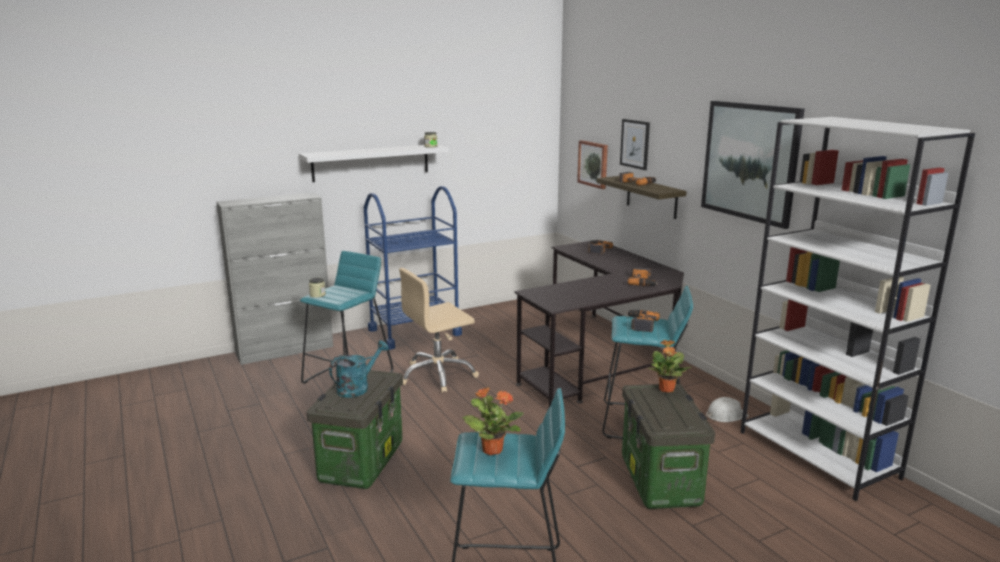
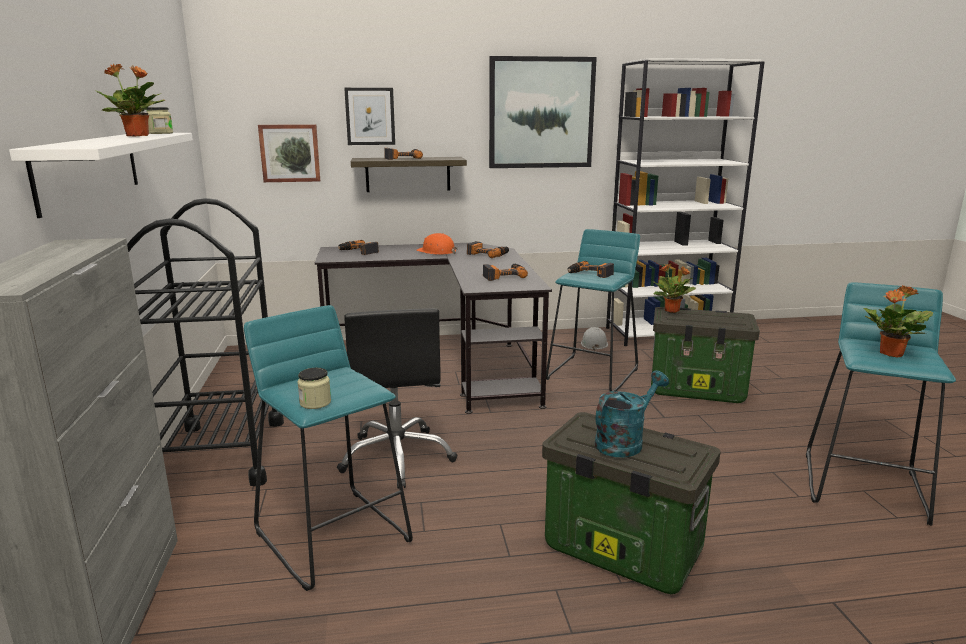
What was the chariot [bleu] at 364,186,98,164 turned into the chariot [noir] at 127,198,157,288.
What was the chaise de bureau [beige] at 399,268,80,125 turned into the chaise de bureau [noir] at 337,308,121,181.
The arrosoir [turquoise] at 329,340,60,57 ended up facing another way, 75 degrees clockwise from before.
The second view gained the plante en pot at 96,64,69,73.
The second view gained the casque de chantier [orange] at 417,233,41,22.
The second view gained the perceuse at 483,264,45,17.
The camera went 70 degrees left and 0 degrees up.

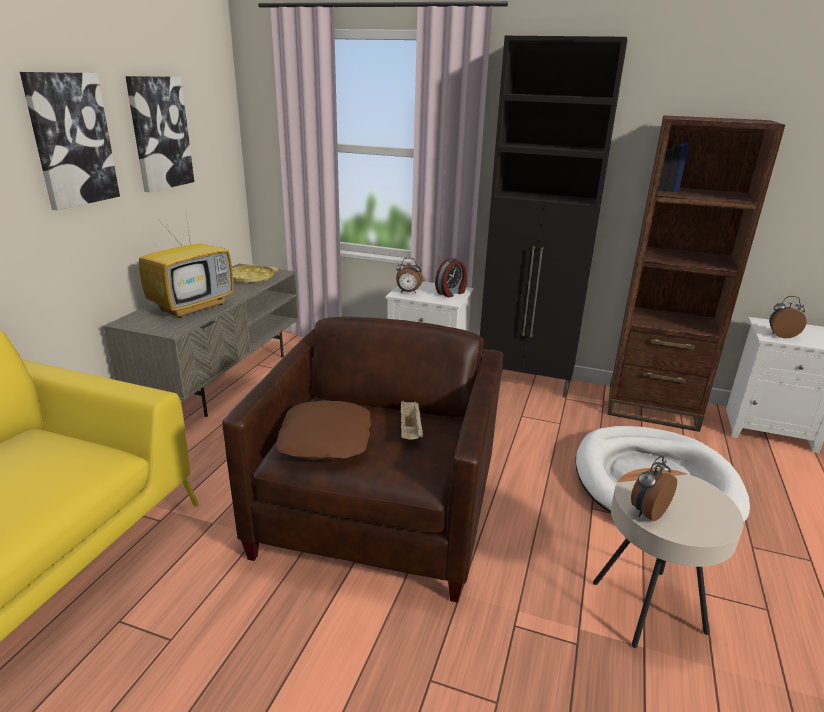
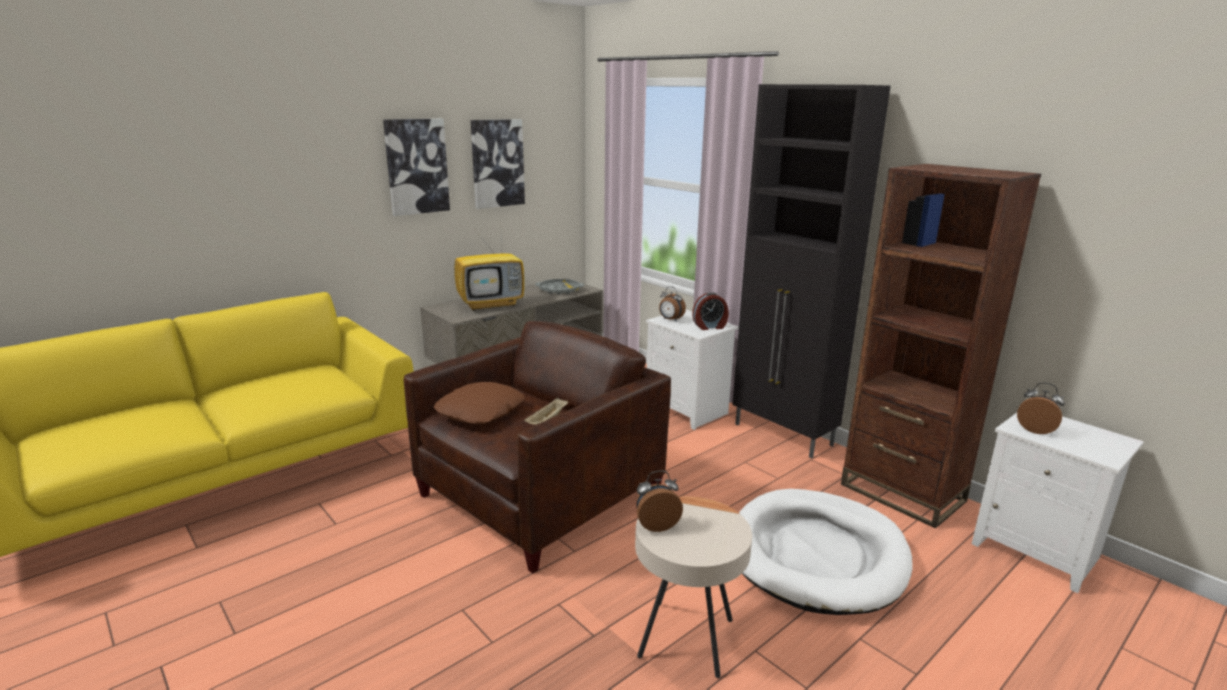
What was the plateau [jaune] at 232,265,46,19 turned into the plateau [gris] at 535,279,49,16.
The camera went 30 degrees right and 5 degrees down.

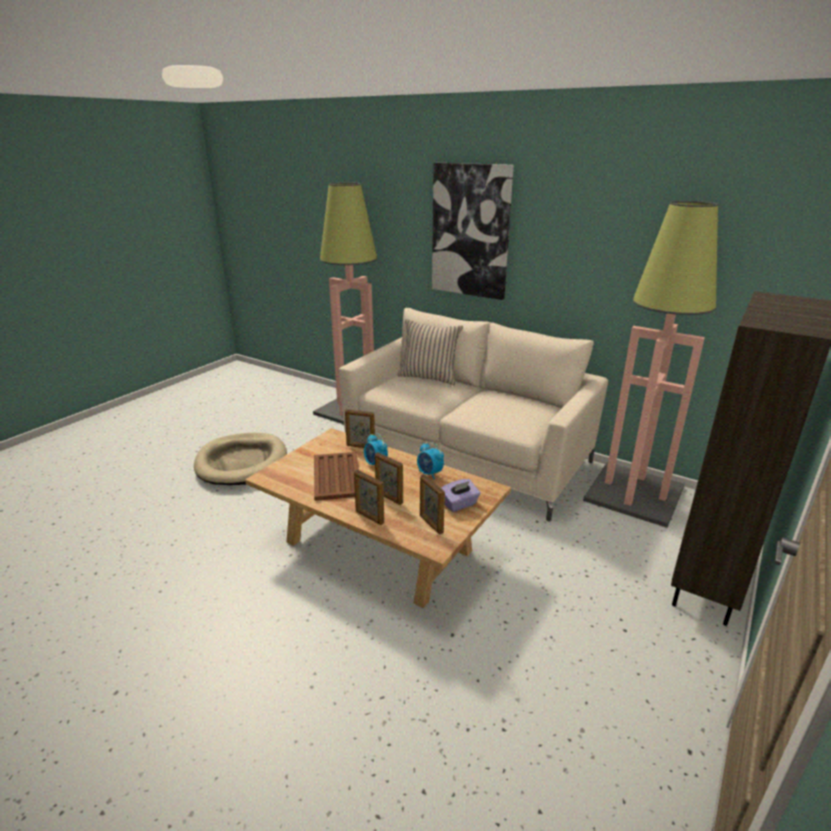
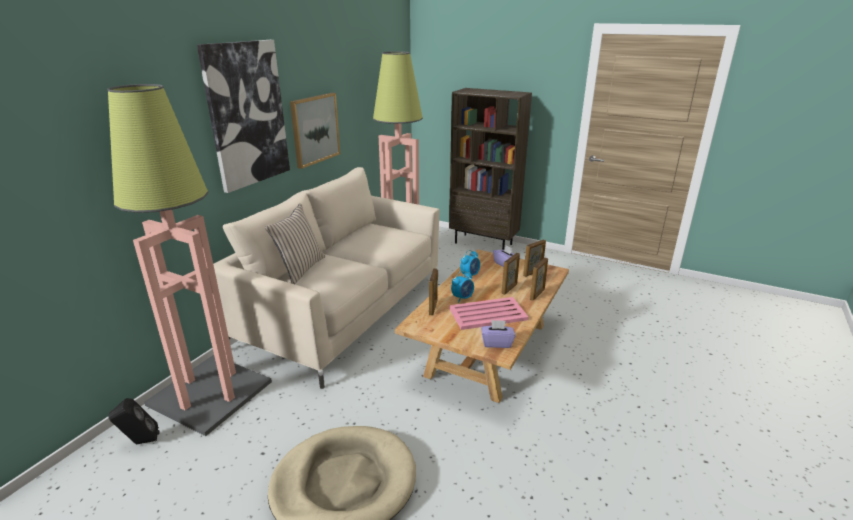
What was the plateau [marron] at 314,452,45,49 turned into the plateau [rose] at 449,297,80,33.
The second view gained the tableau at 290,93,50,76.
The second view gained the boîte à mouchoirs [violet] at 481,320,34,28.
The second view gained the enceinte [noir] at 108,398,52,46.
The camera went 95 degrees left and 0 degrees up.

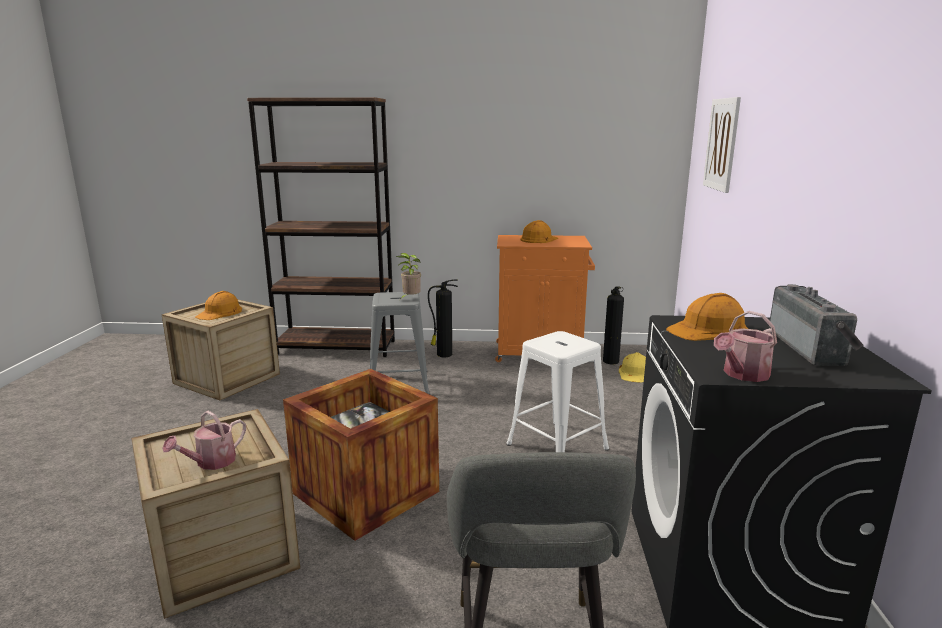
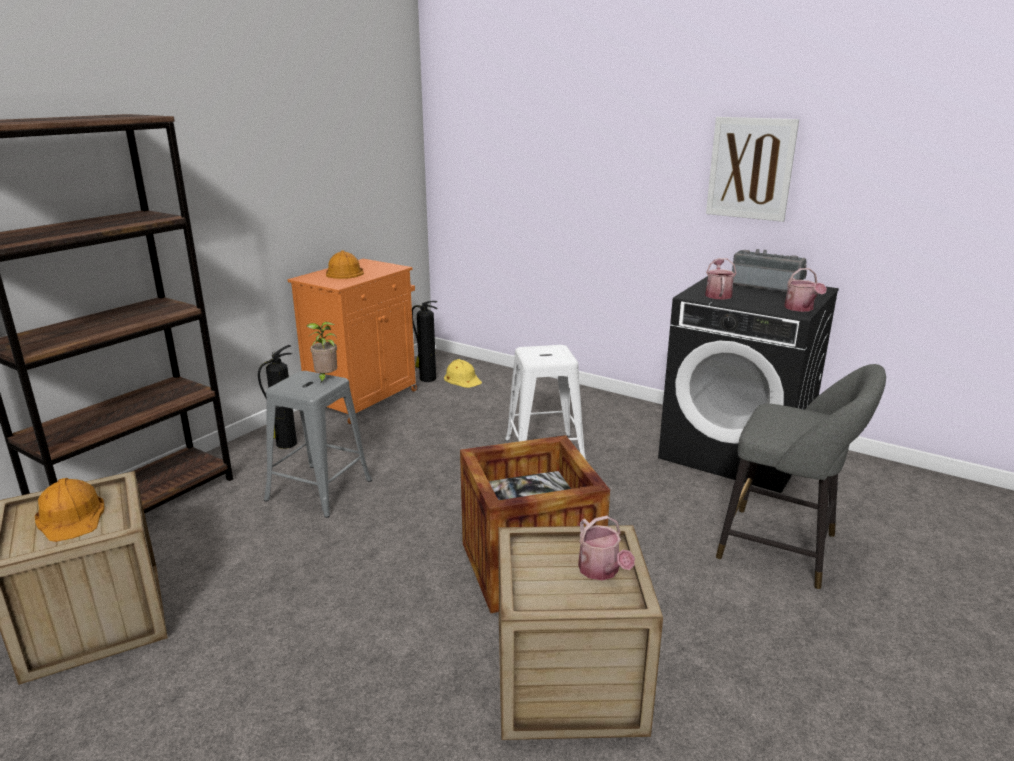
The tableau ended up elsewhere, having gone from 703,97,38,96 to 706,117,93,105.
Where the casque de chantier [orange] stood at 666,293,82,48, the arrosoir came to stand at 705,258,31,42.
The camera went 60 degrees left and 5 degrees up.

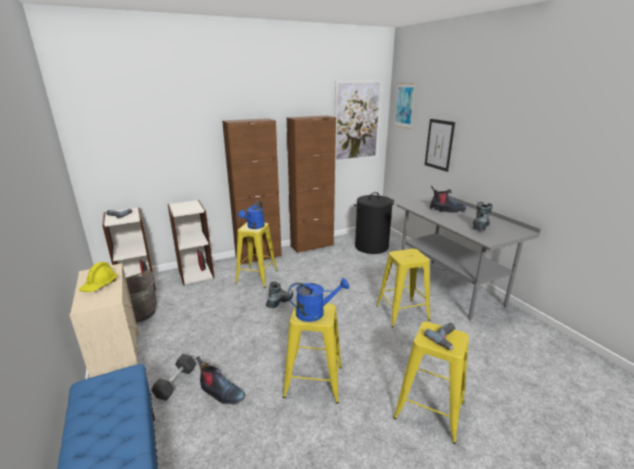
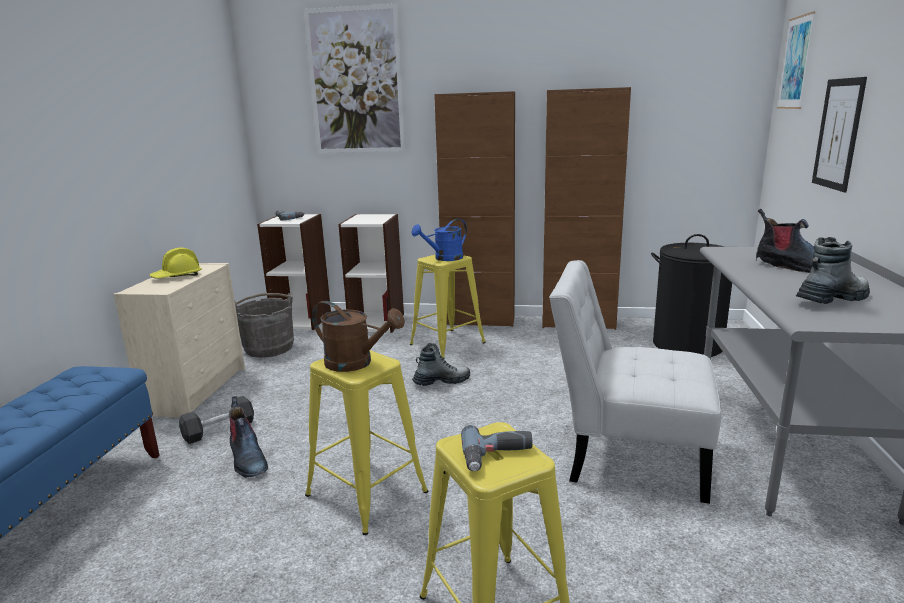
The tableau ended up elsewhere, having gone from 335,80,47,82 to 303,4,102,149.
Where the tabouret [jaune] stood at 376,249,55,78, the chaise [blanc] came to stand at 549,260,172,244.
What was the arrosoir [bleu] at 288,278,61,44 turned into the arrosoir [marron] at 312,301,93,71.
The camera went 35 degrees right and 5 degrees down.

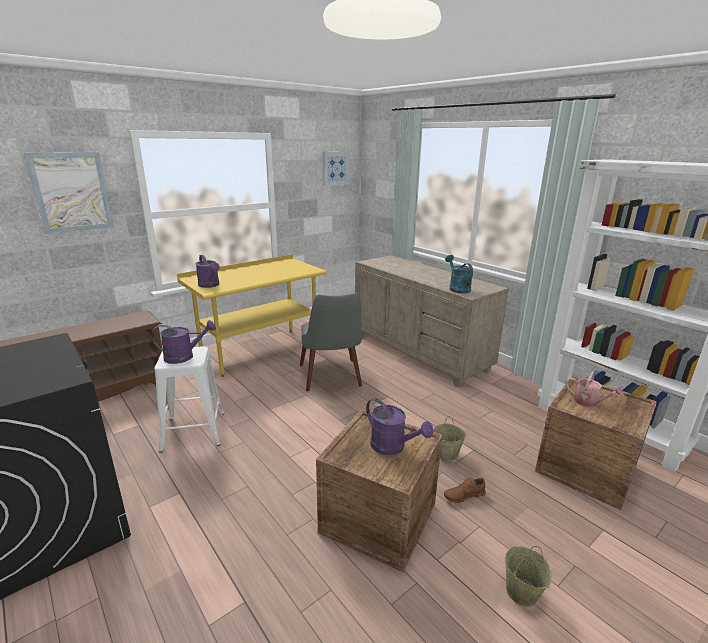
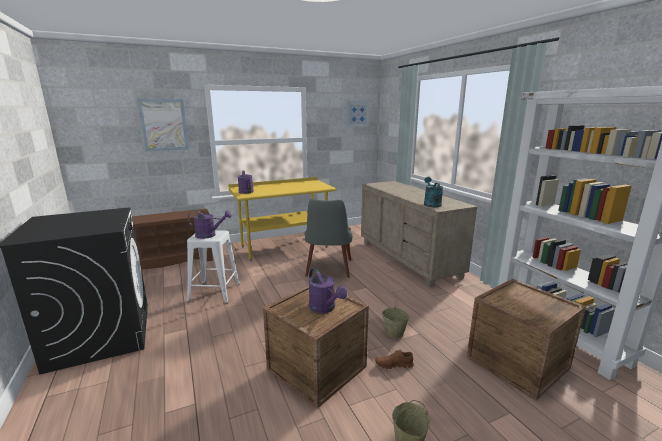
The second view lost the arrosoir at 565,371,58,36.
The camera went 15 degrees right and 5 degrees down.

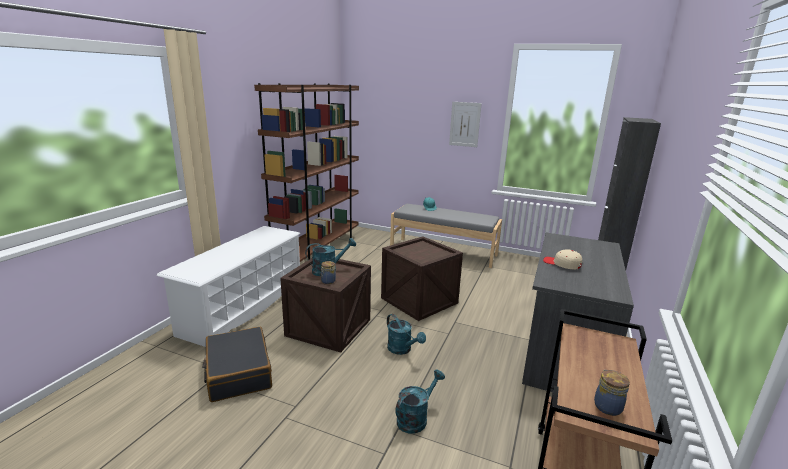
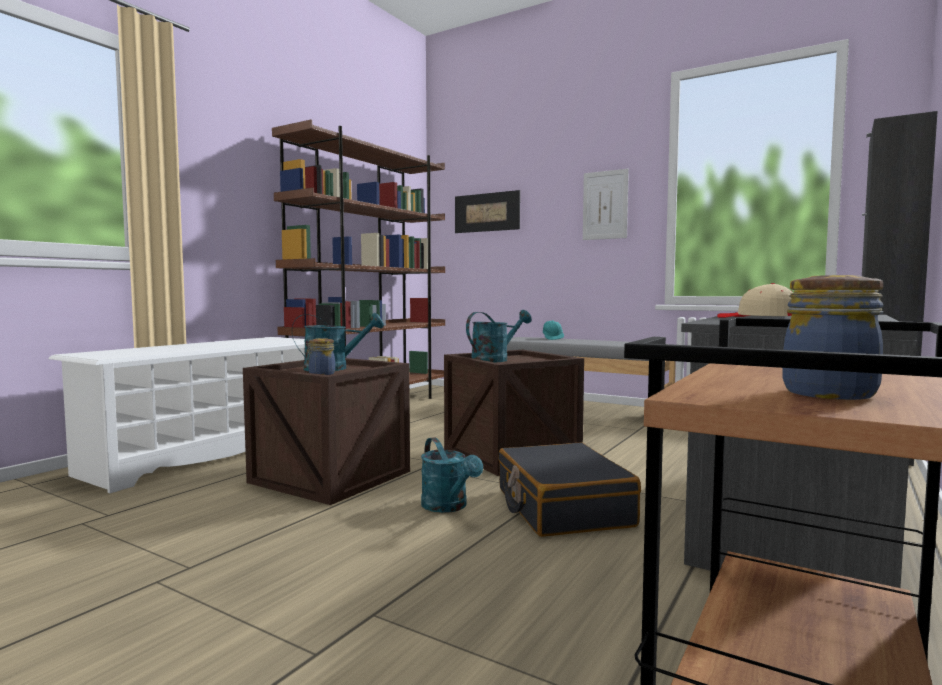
The valise [noir] ended up elsewhere, having gone from 202,327,70,75 to 498,443,143,94.
The arrosoir [turquoise] ended up elsewhere, having gone from 395,369,50,65 to 466,310,66,52.
The second view gained the tableau at 455,190,65,43.
The camera went 10 degrees right and 15 degrees down.

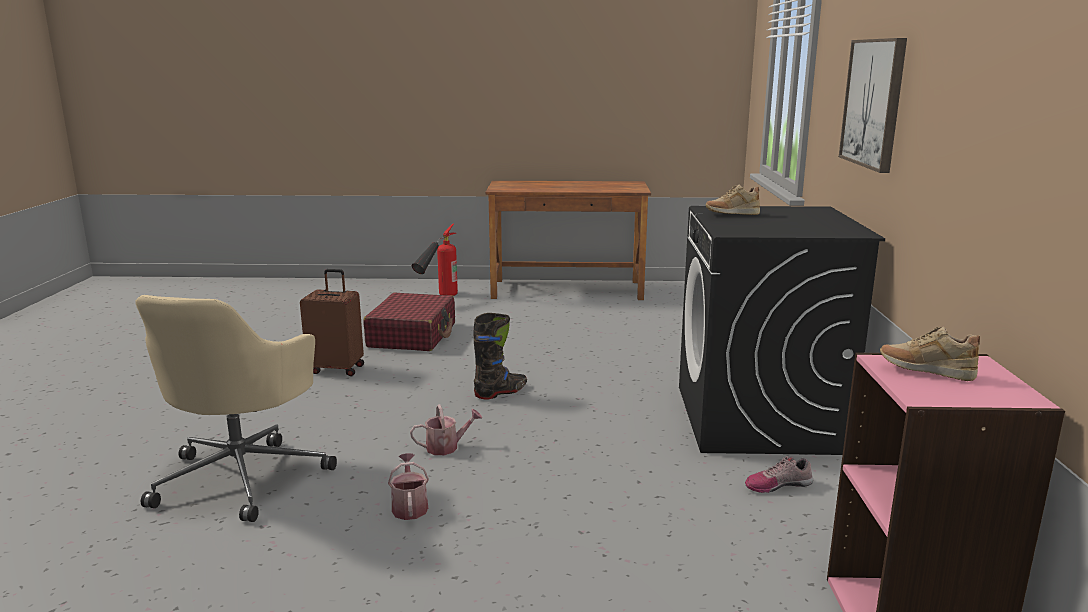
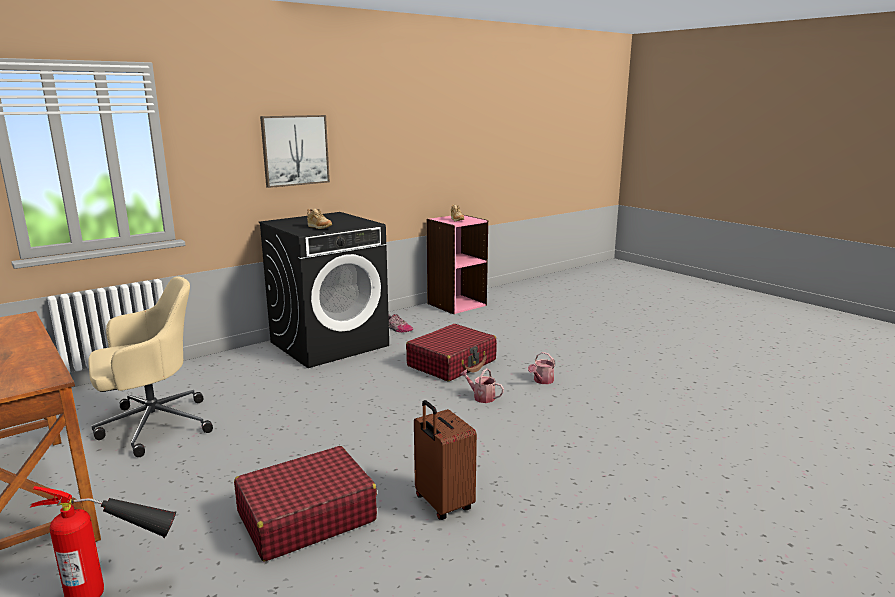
The chaise de bureau [beige] ended up elsewhere, having gone from 135,295,202,227 to 88,276,125,181.
The second view lost the botte [noir] at 474,313,53,86.
The second view gained the valise [rouge] at 406,324,91,58.
The camera went 130 degrees left and 0 degrees up.

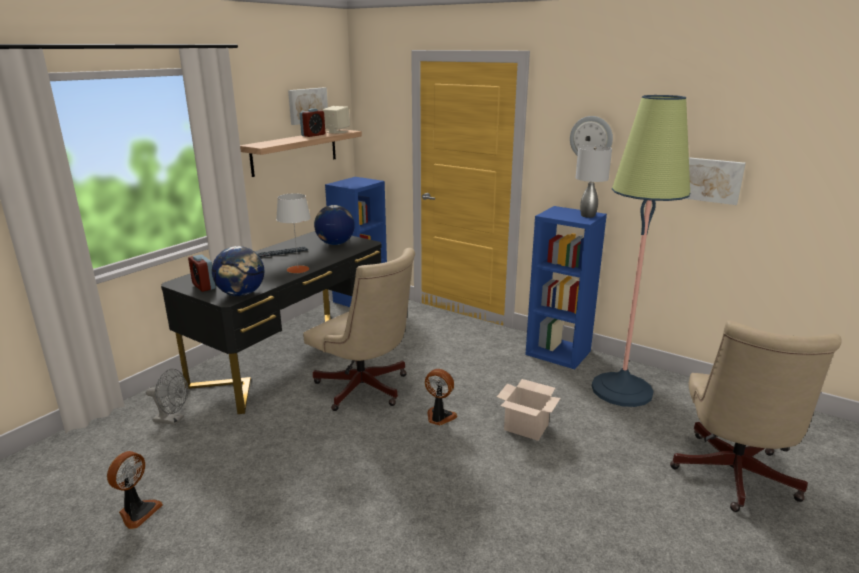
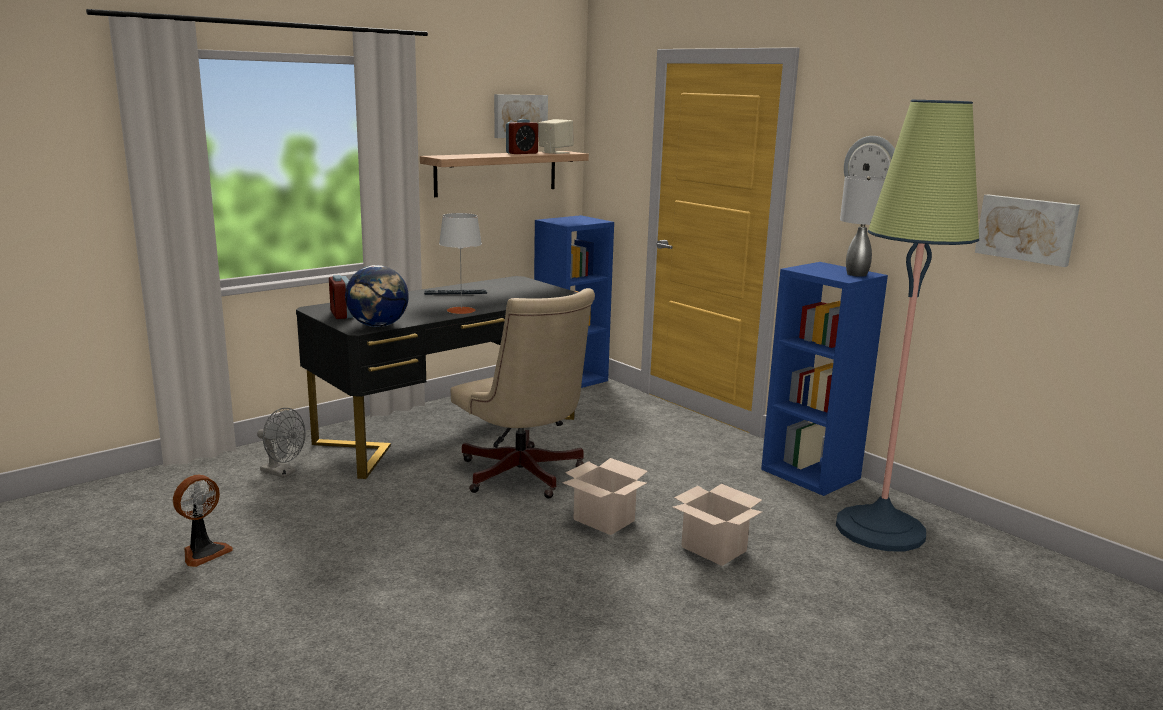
The second view lost the globe at 314,205,41,40.
The second view lost the chaise de bureau [beige] at 670,320,172,192.
Where the ventilateur stood at 425,369,33,56, the carton came to stand at 562,458,86,77.
The camera went 15 degrees right and 5 degrees down.

